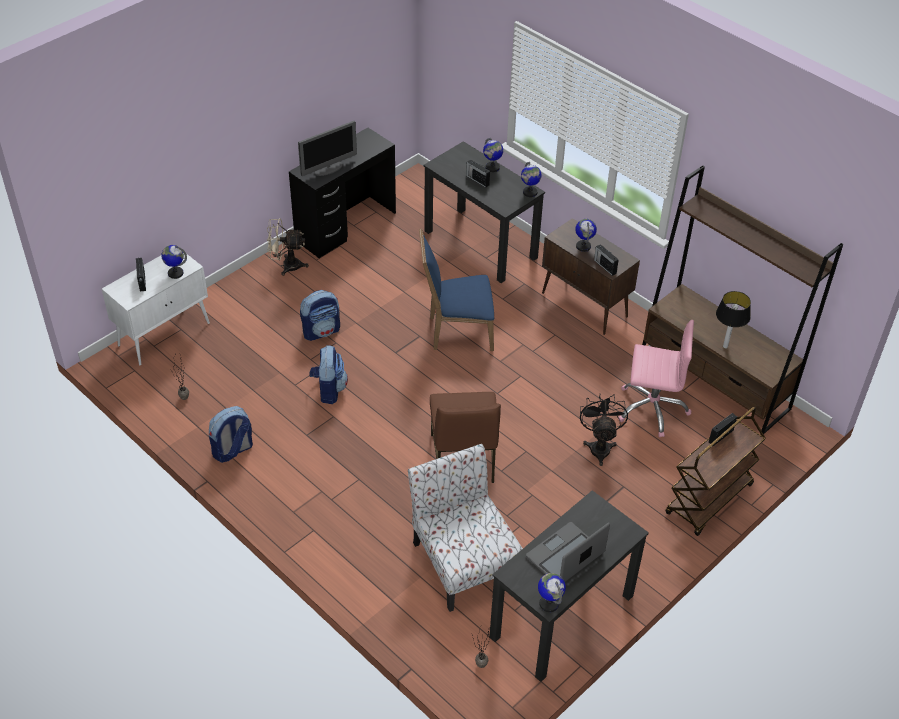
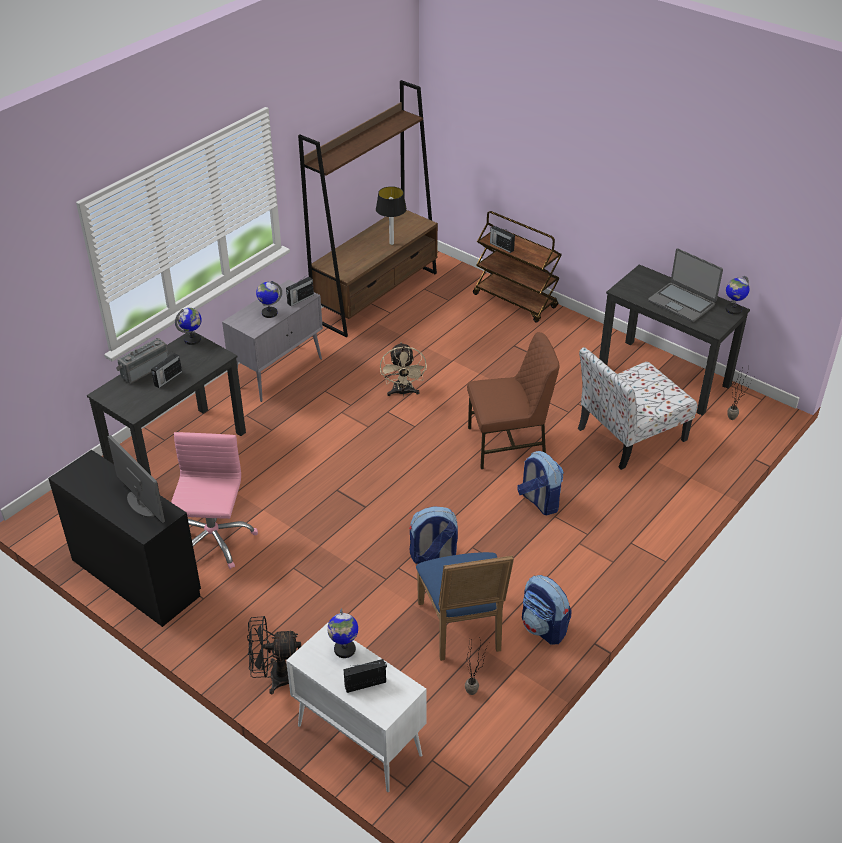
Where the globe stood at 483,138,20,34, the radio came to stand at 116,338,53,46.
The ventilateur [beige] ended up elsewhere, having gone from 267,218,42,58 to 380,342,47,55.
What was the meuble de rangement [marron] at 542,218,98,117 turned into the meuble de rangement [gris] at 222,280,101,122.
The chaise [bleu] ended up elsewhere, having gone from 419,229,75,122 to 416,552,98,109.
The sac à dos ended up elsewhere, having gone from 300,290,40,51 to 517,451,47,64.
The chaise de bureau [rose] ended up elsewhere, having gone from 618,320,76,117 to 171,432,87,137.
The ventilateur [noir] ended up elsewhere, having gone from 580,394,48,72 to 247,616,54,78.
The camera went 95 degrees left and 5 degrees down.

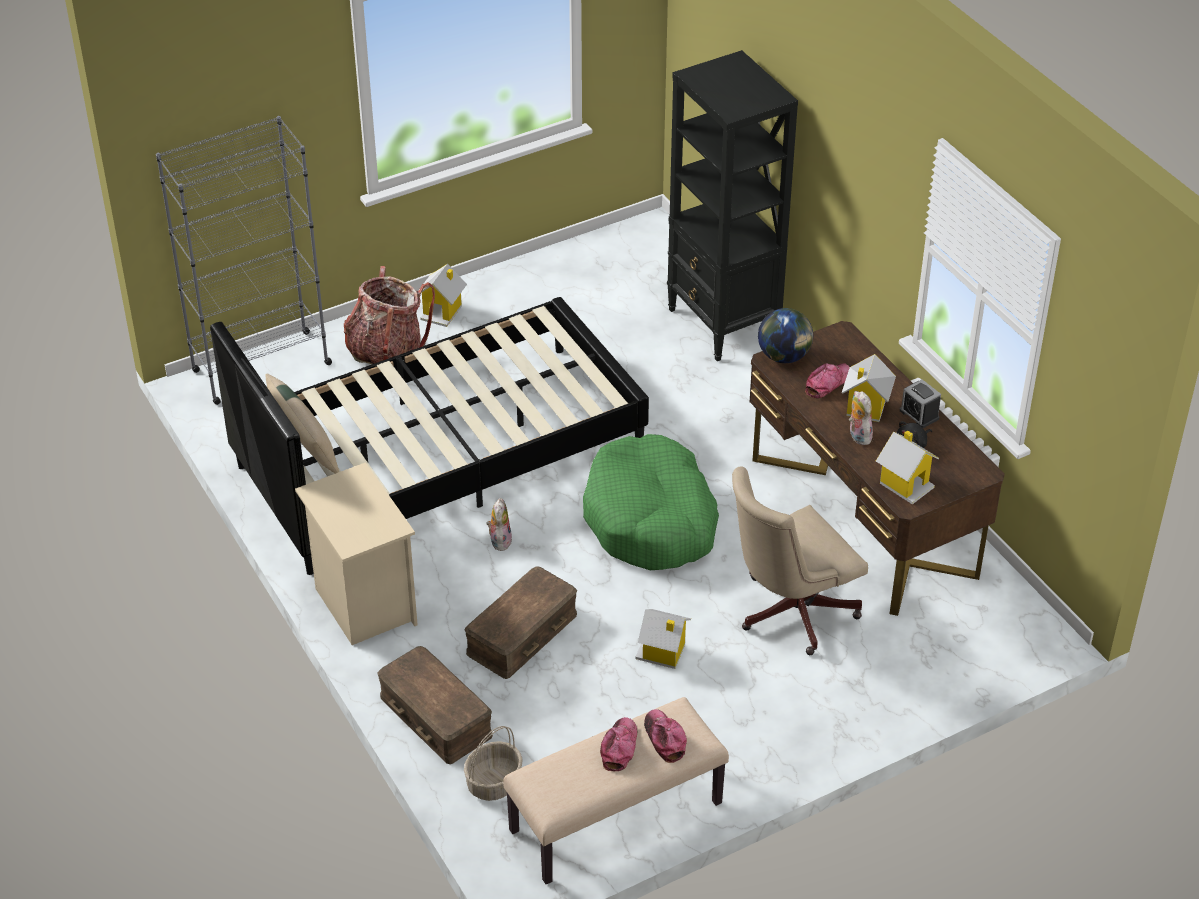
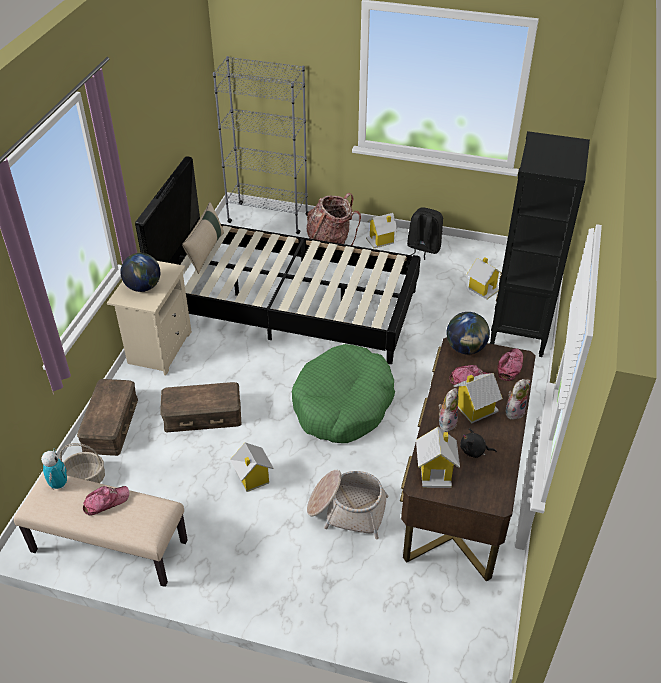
The second view lost the réveil at 900,380,41,48.
Where the chaise de bureau [beige] stood at 732,466,136,189, the panier came to stand at 307,470,81,69.
The peluche ended up elsewhere, having gone from 487,498,25,53 to 505,379,25,42.
The casquette ended up elsewhere, having gone from 644,709,43,54 to 498,348,25,33.
The second view gained the sac à dos [noir] at 407,207,36,53.
The second view gained the globe at 120,253,40,39.
The second view gained the maison miniature at 467,258,34,41.
The second view gained the robot jouet at 41,448,26,41.
The camera went 45 degrees right and 0 degrees up.

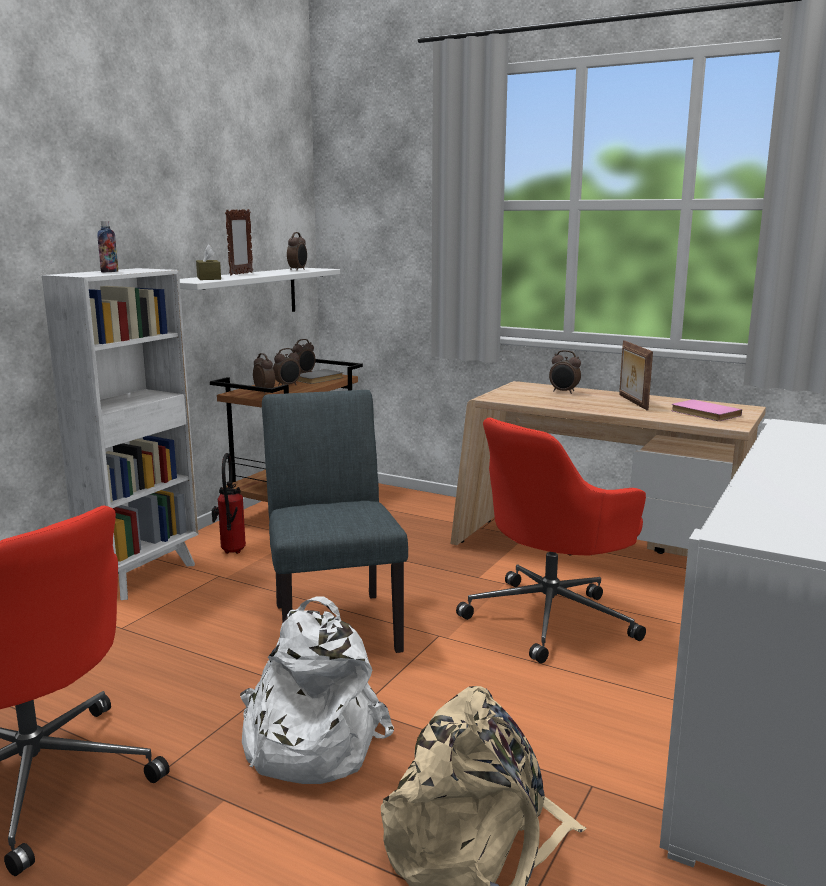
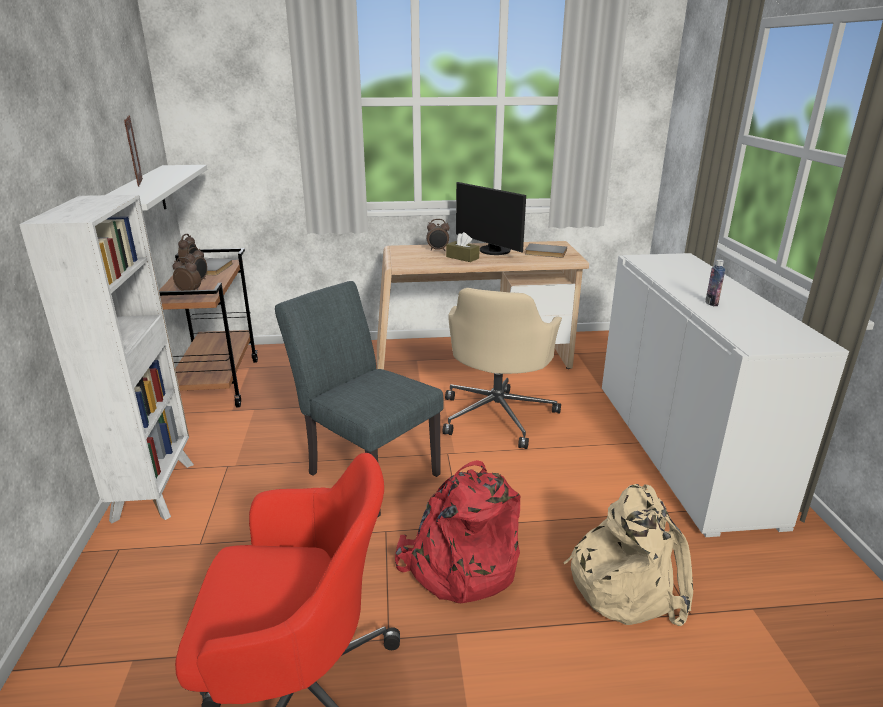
The bouteille ended up elsewhere, having gone from 97,221,21,51 to 705,259,20,47.
The second view lost the réveil at 287,232,20,38.
The boîte à mouchoirs [marron] ended up elsewhere, having gone from 196,244,25,36 to 446,232,34,30.
Where the cadre photo stood at 619,340,34,70, the écran d'ordinateur came to stand at 456,182,70,73.
What was the livre [rose] at 671,399,71,22 turned into the livre [gris] at 525,243,42,15.
What was the chaise de bureau [rouge] at 456,418,190,245 turned into the chaise de bureau [beige] at 443,288,119,161.
The second view lost the extincteur at 212,453,34,101.
What was the sac à dos [blanc] at 240,597,154,187 turned into the sac à dos [rouge] at 395,460,125,143.
The camera went 35 degrees left and 10 degrees up.

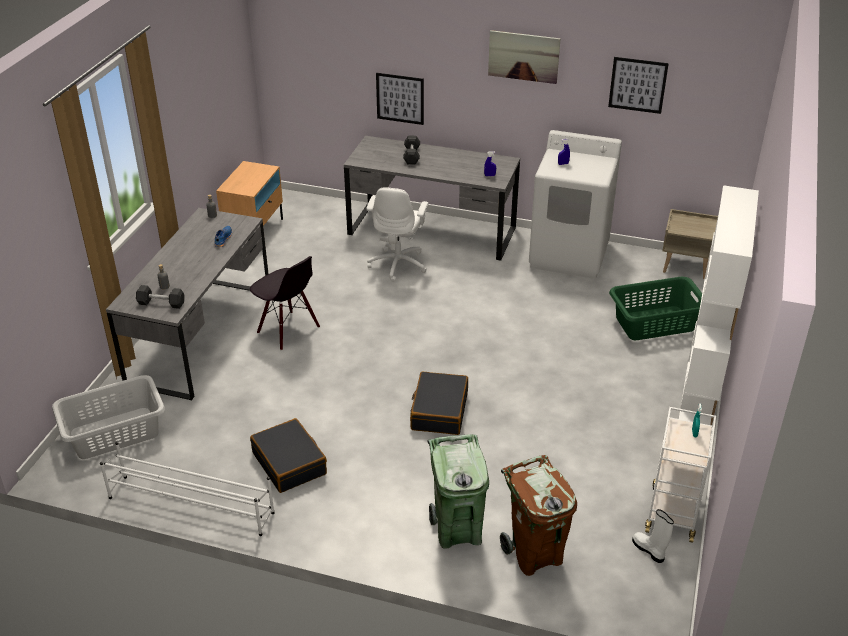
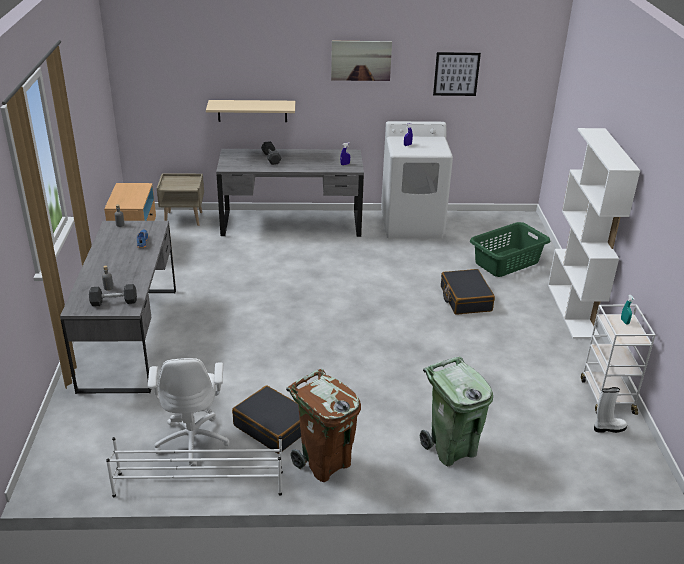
Where the tableau hung at 376,73,48,52, the étagère [beige] came to hang at 206,100,89,22.
The chaise de bureau [blanc] ended up elsewhere, having gone from 366,188,63,94 to 148,358,82,109.
The table de chevet [beige] ended up elsewhere, having gone from 663,209,55,70 to 157,173,47,53.
The second view lost the chaise [noir] at 250,256,70,94.
The valise [noir] ended up elsewhere, having gone from 410,372,58,63 to 441,269,54,46.
The second view lost the panier à linge [gris] at 52,375,113,84.
The poubelle [marron] ended up elsewhere, having gone from 500,455,77,121 to 286,369,75,113.
The botte [blanc] at 632,509,42,54 ended up facing another way, 135 degrees clockwise from before.
The camera went 20 degrees left and 5 degrees down.

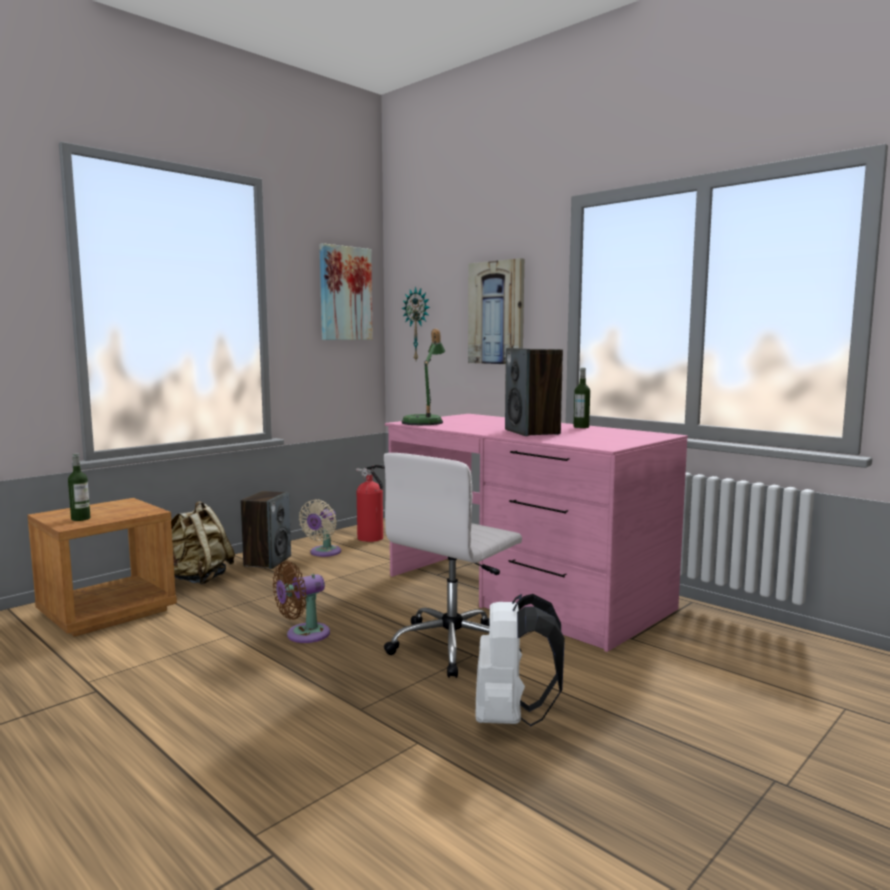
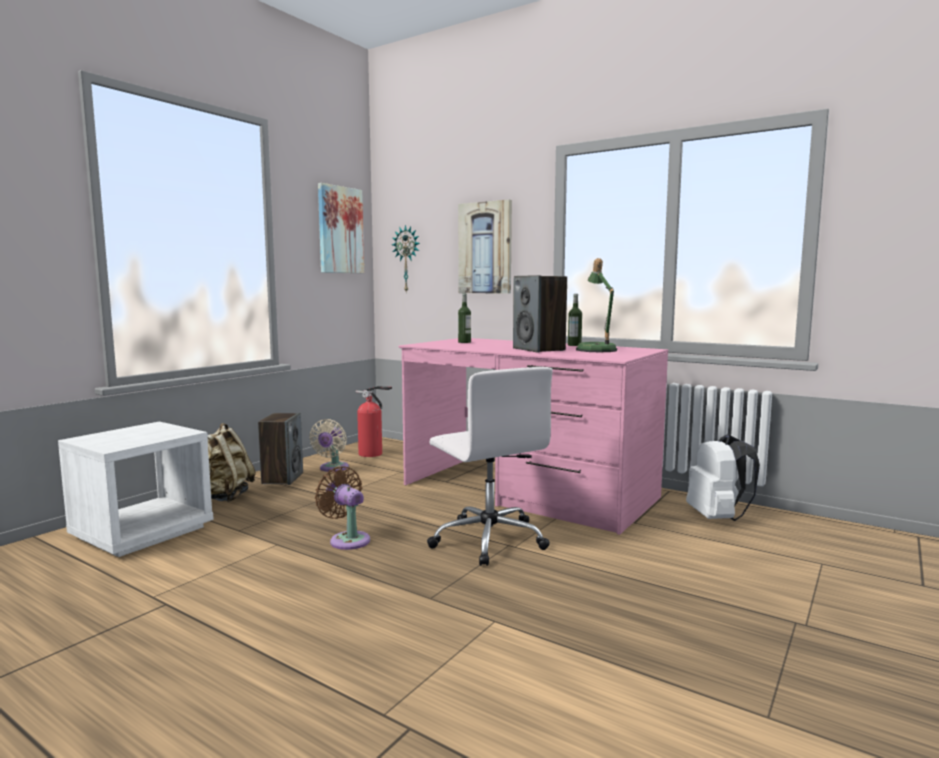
The lampe de table ended up elsewhere, having gone from 402,329,43,96 to 576,258,41,94.
The bouteille ended up elsewhere, having gone from 68,453,22,68 to 458,293,13,50.
The chaise de bureau [blanc] at 384,453,138,225 ended up facing another way, 60 degrees counterclockwise from before.
What was the table de chevet [marron] at 28,498,149,139 turned into the table de chevet [blanc] at 58,422,156,135.
The ventilateur [marron] at 273,561,57,82 ended up facing another way, 90 degrees clockwise from before.
The sac à dos [blanc] ended up elsewhere, having gone from 476,594,89,132 to 686,434,74,87.
The camera went 10 degrees left and 0 degrees up.

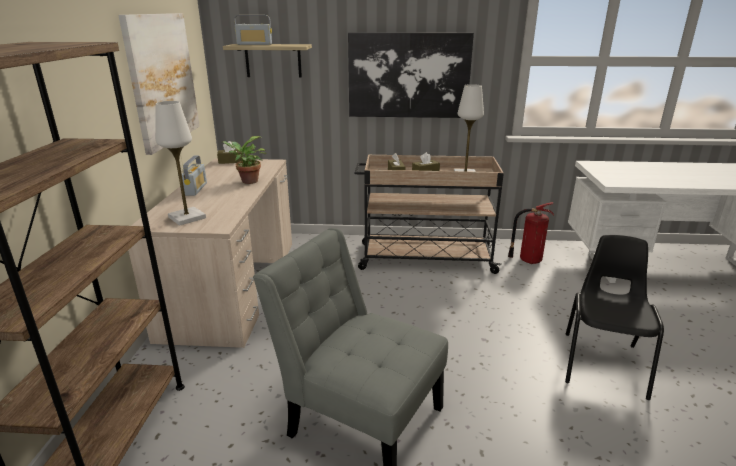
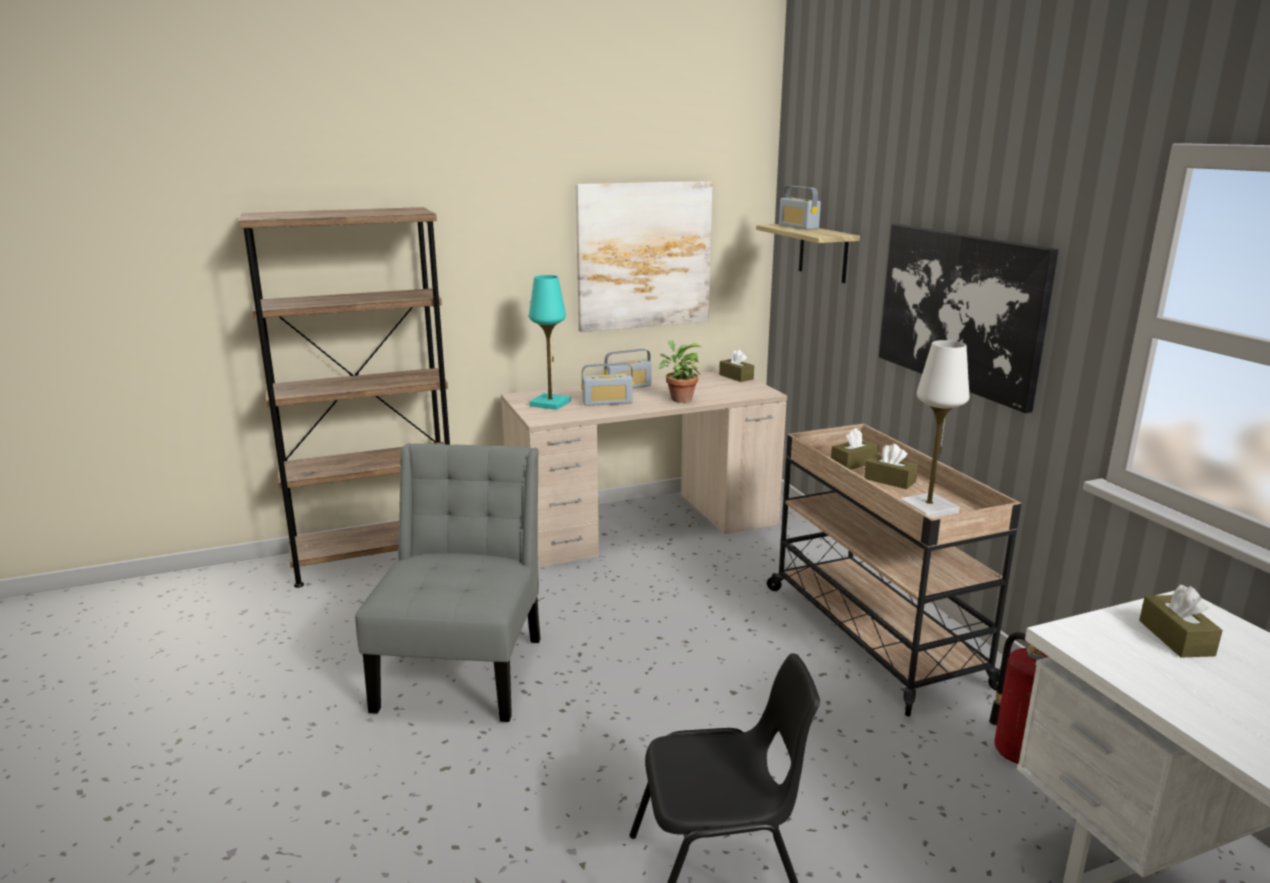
What was the lampe de table [blanc] at 155,101,51,125 turned into the lampe de table [turquoise] at 529,275,42,135.
The second view gained the radio at 581,363,53,43.
The second view gained the boîte à mouchoirs [marron] at 1139,585,84,73.
The camera went 65 degrees right and 5 degrees down.

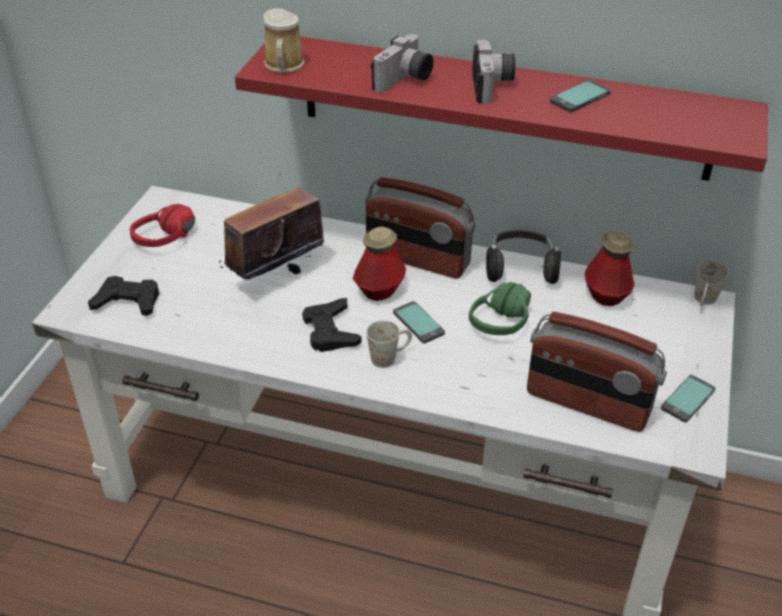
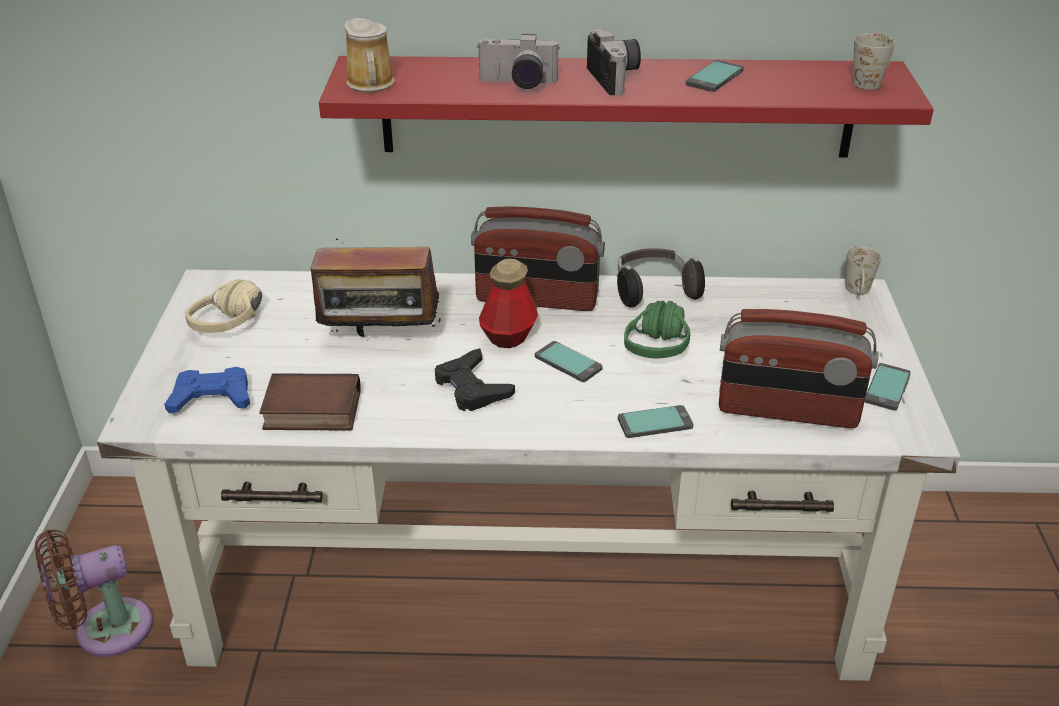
The appareil photo at 371,34,63,59 ended up facing another way, 75 degrees clockwise from before.
The radio at 219,173,105,106 ended up facing another way, 120 degrees counterclockwise from before.
What was the casque audio [rouge] at 130,204,65,43 turned into the casque audio [beige] at 185,279,77,54.
The second view lost the bouteille at 584,231,50,75.
What was the manette [noir] at 88,276,71,40 turned into the manette [bleu] at 164,367,86,47.
The mug [blanc] ended up elsewhere, having gone from 366,320,46,48 to 853,33,42,57.
The second view gained the livre at 260,373,101,57.
The second view gained the téléphone at 618,405,75,33.
The second view gained the ventilateur [marron] at 35,530,118,127.
The camera went 15 degrees left and 5 degrees down.

